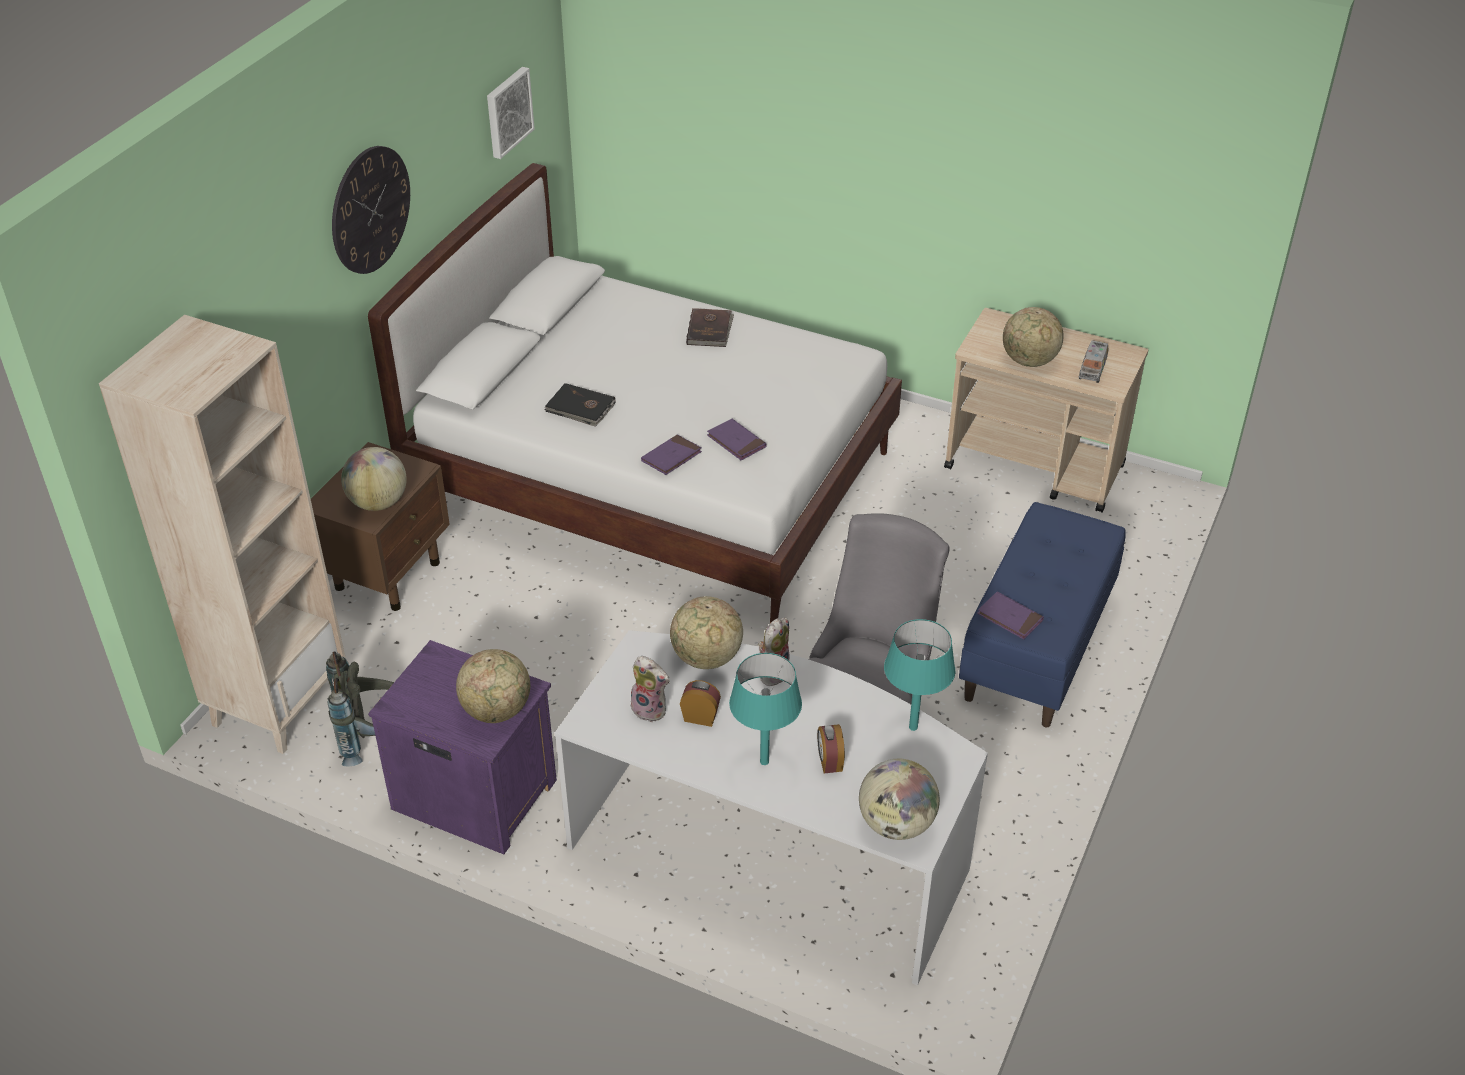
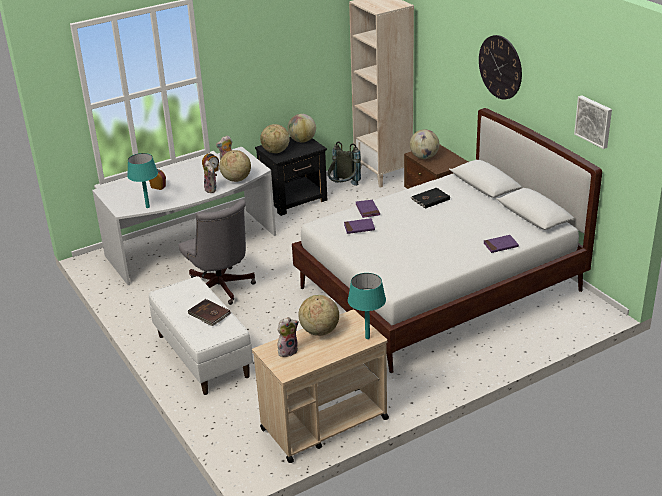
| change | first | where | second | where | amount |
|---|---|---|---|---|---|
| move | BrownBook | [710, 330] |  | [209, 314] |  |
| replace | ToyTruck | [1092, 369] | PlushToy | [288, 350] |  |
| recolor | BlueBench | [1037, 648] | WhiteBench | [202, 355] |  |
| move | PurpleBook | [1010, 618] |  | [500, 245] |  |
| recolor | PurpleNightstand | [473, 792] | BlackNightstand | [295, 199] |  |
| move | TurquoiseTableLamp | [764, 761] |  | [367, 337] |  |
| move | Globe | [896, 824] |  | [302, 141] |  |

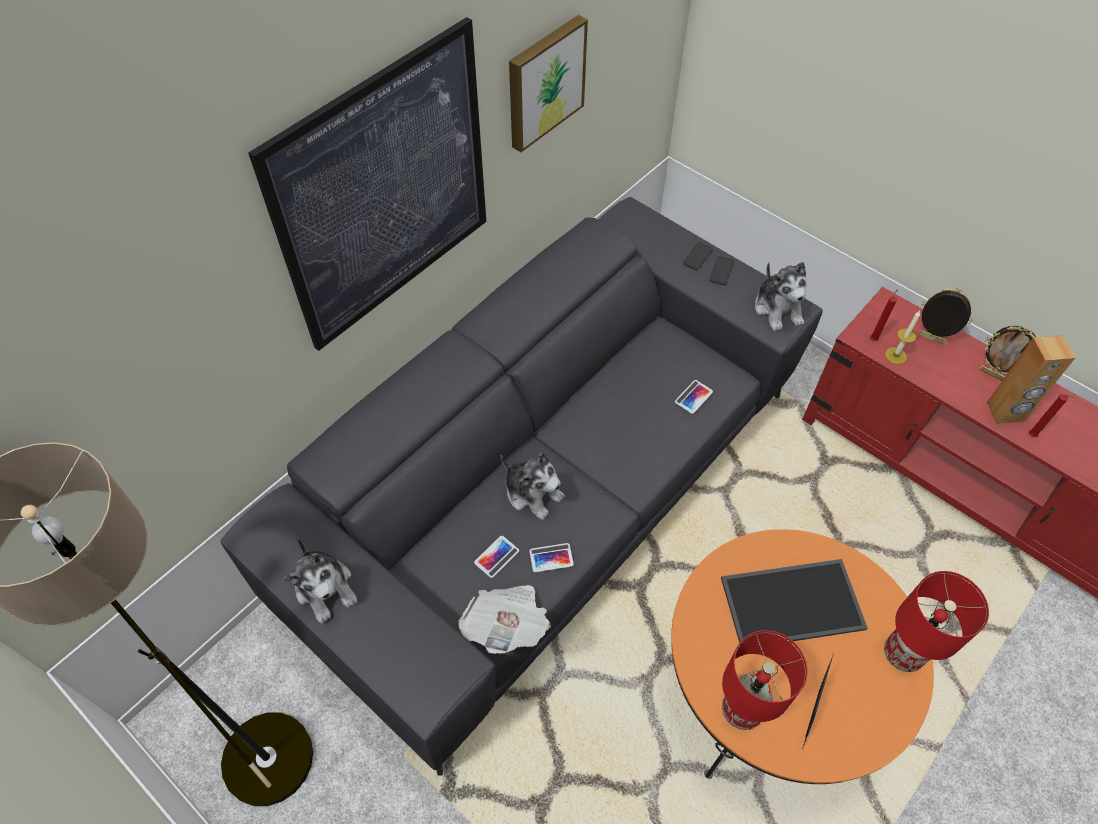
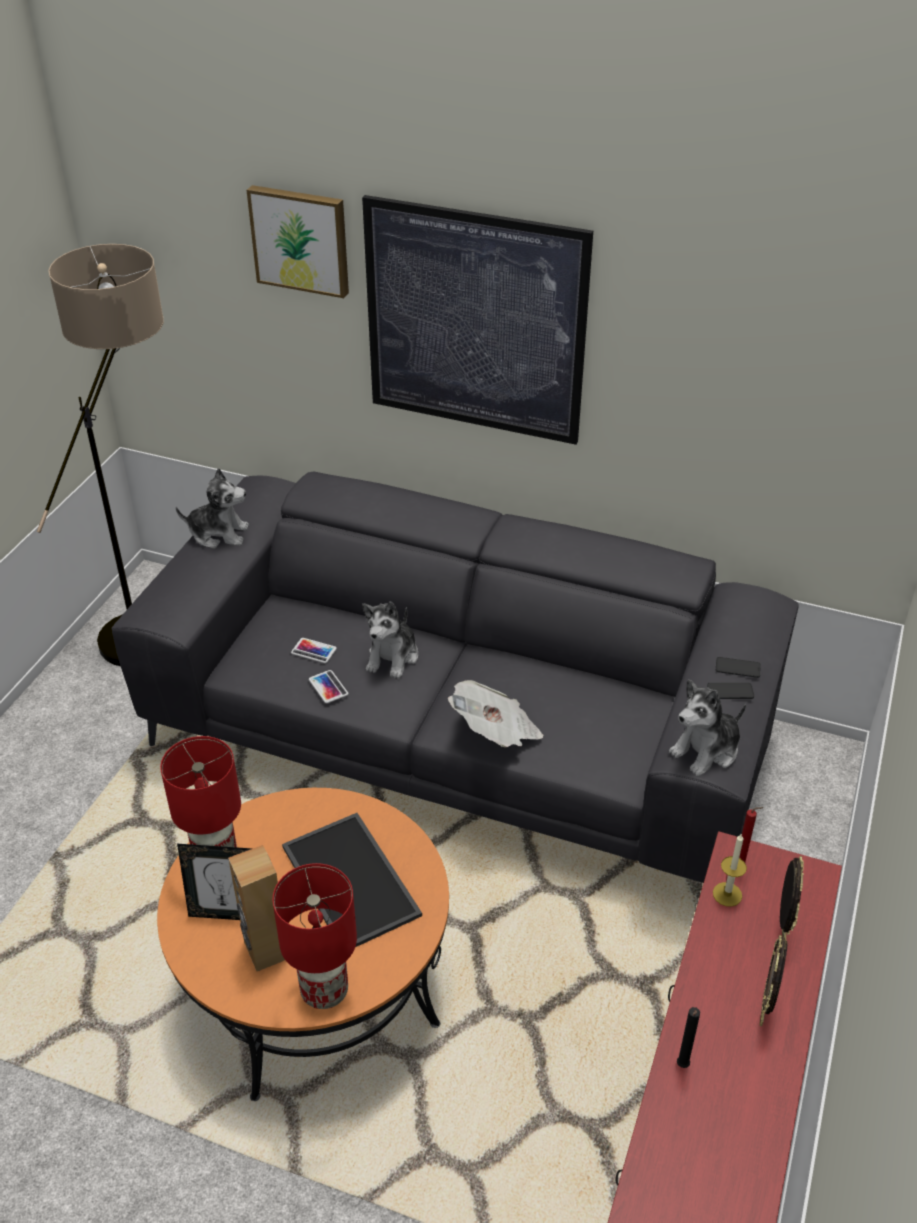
| change | first | where | second | where | amount |
|---|---|---|---|---|---|
| move | Picture | [544, 82] |  | [301, 239] |  |
| move | BrownSpeaker | [1005, 412] |  | [266, 950] |  |
| delete | Phone | [693, 397] |  |  |  |
| recolor | RedCandle | [1033, 436] | BlackCandle | [681, 1066] |  |
| rotate | PlushToy | [325, 588] |  | [219, 534] | 120 degrees counterclockwise |
| move | Newspaper | [507, 625] |  | [496, 732] |  |

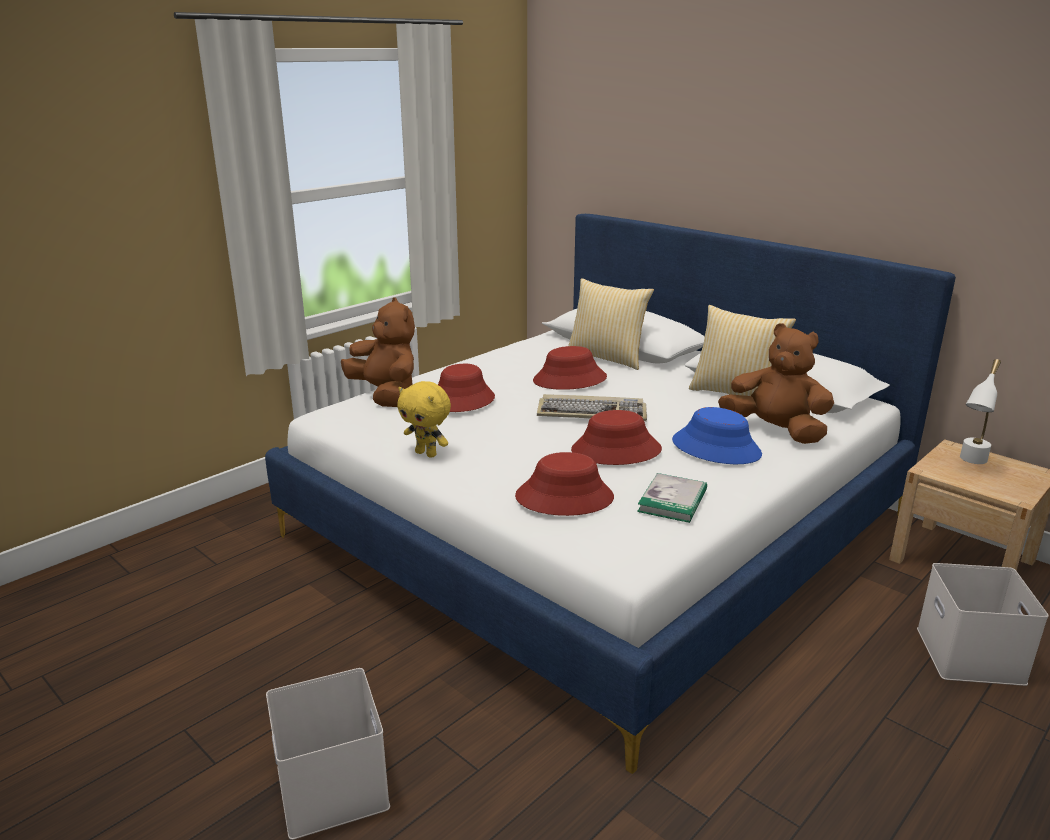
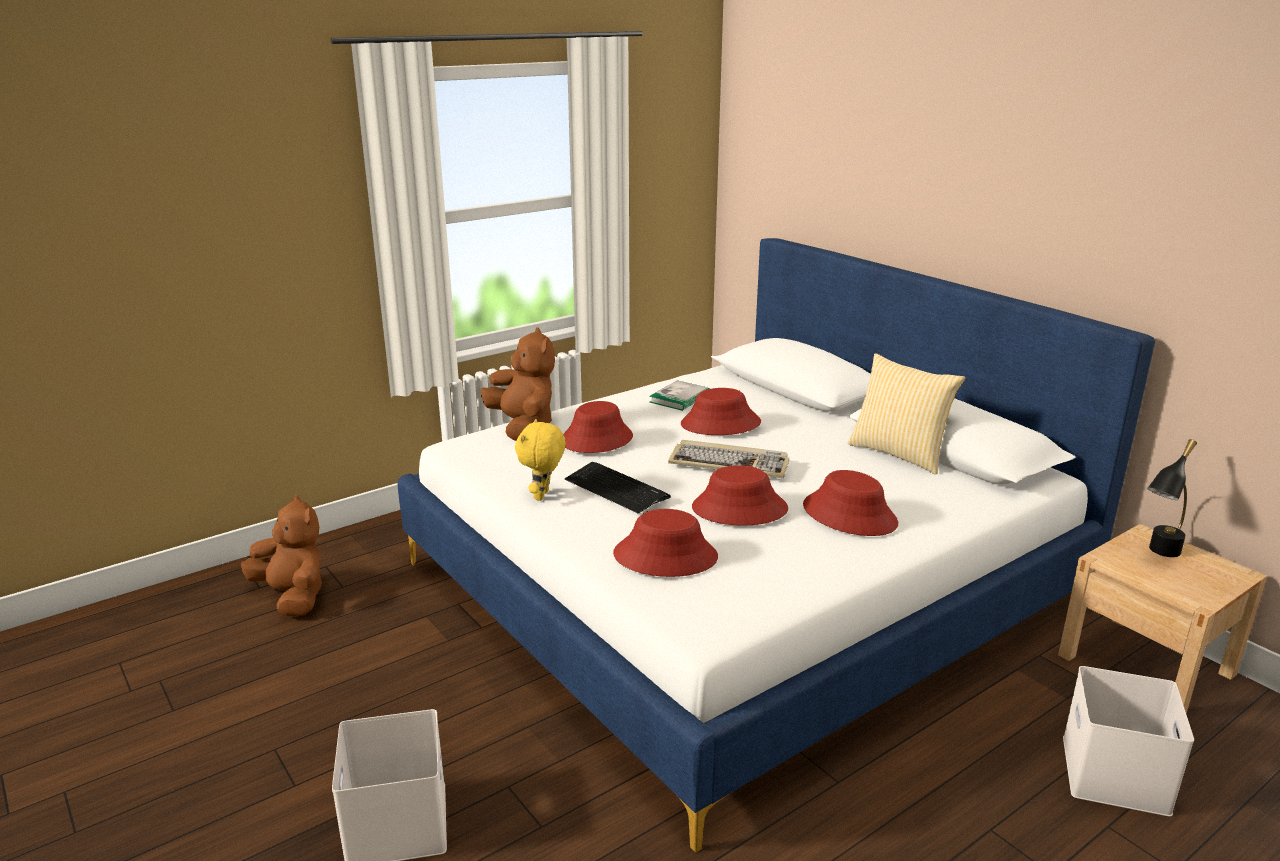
| change | first | where | second | where | amount |
|---|---|---|---|---|---|
| delete | Pillow | [607, 358] |  |  |  |
| move | BrownPlushToy | [775, 431] |  | [293, 597] |  |
| recolor | WhiteTableLamp | [970, 463] | BlackTableLamp | [1159, 555] |  |
| rotate | YellowPlushToy | [427, 454] |  | [543, 496] | 60 degrees clockwise |
| recolor | BlueHat | [716, 448] | RedHat | [850, 515] |  |
| move | Book | [672, 501] |  | [679, 398] |  |
| insert |  |  | Keyboard | [616, 488] |  |

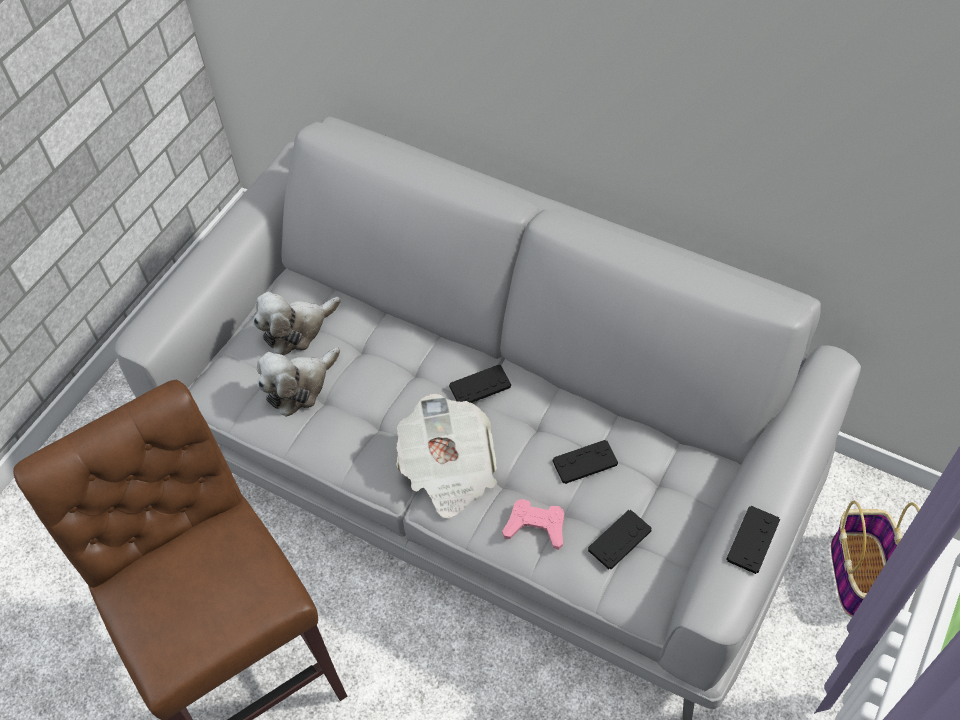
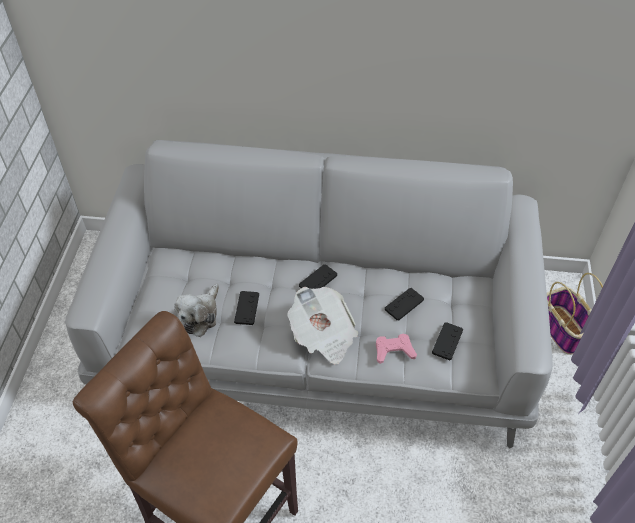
| change | first | where | second | where | amount |
|---|---|---|---|---|---|
| delete | PlushToy | [297, 329] |  |  |  |
| move | BlackGameController | [753, 540] |  | [247, 308] |  |

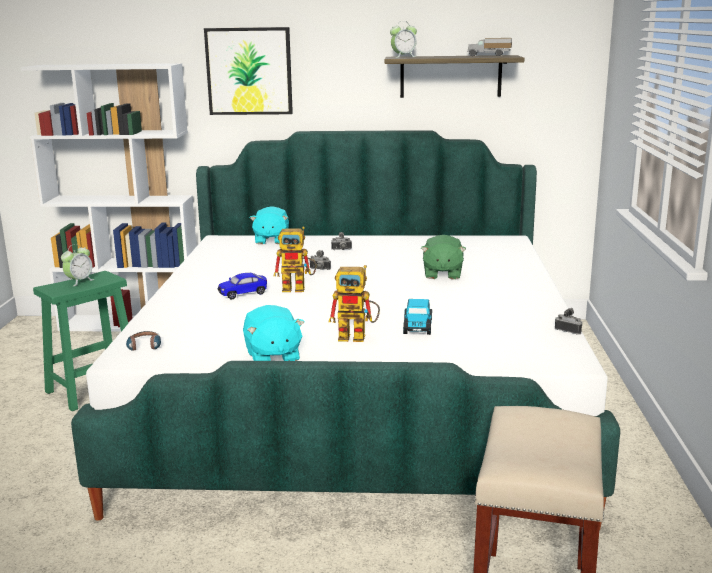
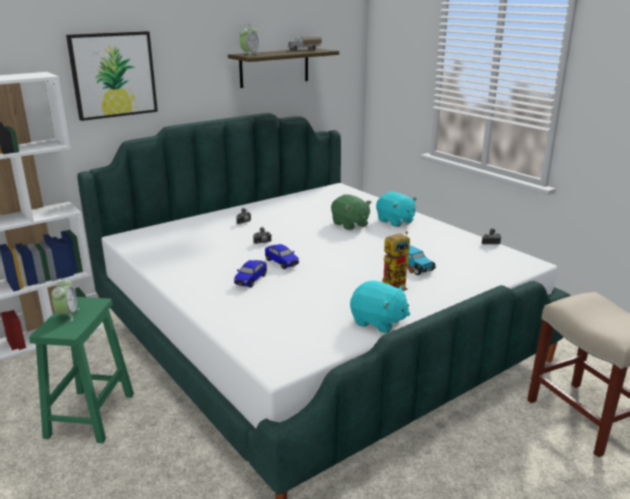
| change | first | where | second | where | amount |
|---|---|---|---|---|---|
| move | TurquoisePlushToy | [271, 240] |  | [395, 221] |  |
| replace | ToyRobot | [299, 288] | ToyCar | [281, 263] |  |
| delete | Headphones | [144, 348] |  |  |  |

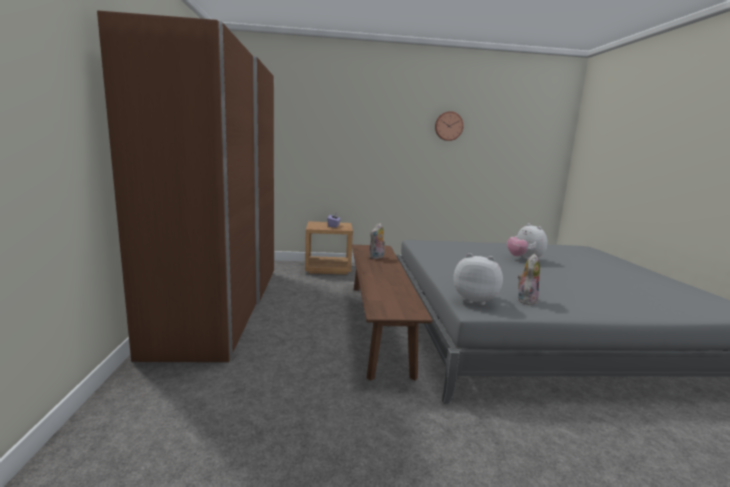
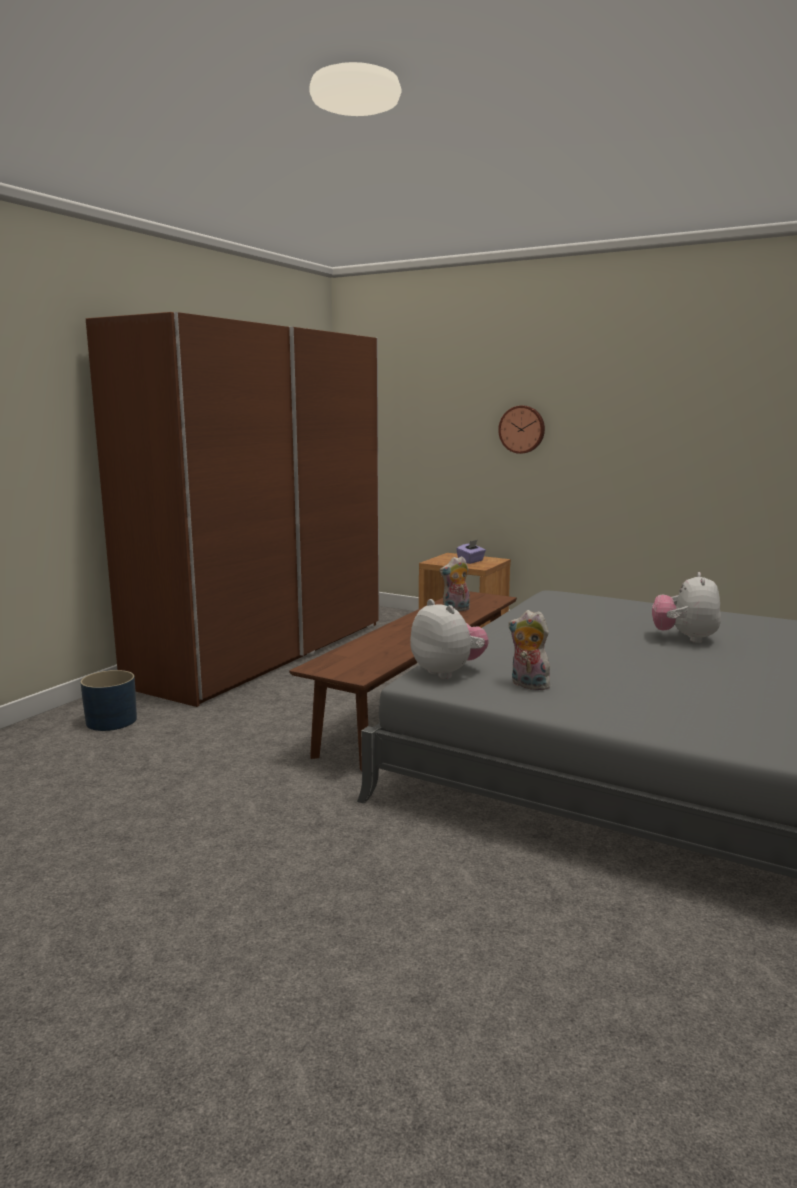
| change | first | where | second | where | amount |
|---|---|---|---|---|---|
| move | WallClock | [448, 126] |  | [522, 429] |  |
| rotate | PlushToy | [525, 300] |  | [527, 685] | 120 degrees counterclockwise |
| insert |  |  | BluePlanter | [112, 721] |  |

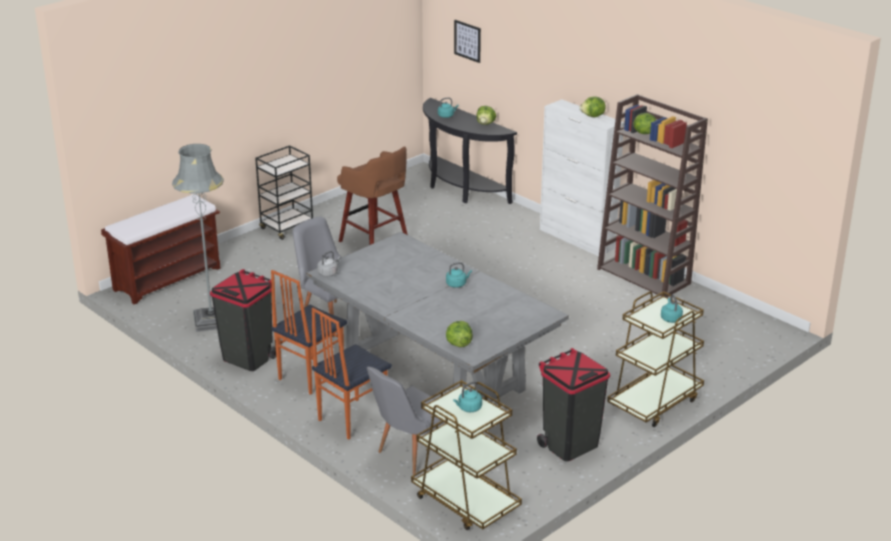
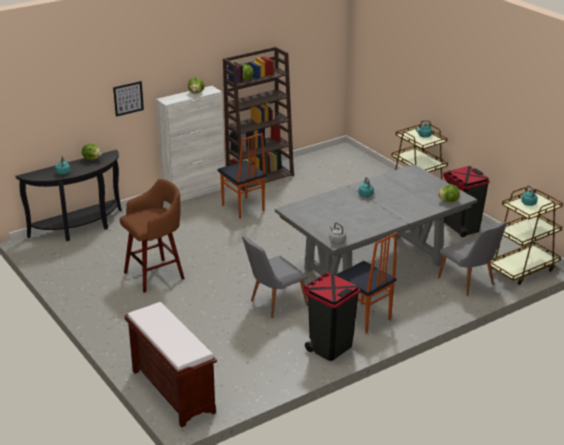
| change | first | where | second | where | amount |
|---|---|---|---|---|---|
| move | Picture | [467, 41] |  | [128, 98] |  |
| delete | GreyFloorLamp | [211, 321] |  |  |  |
| delete | BlackCart | [287, 228] |  |  |  |
| move | Chair | [351, 418] |  | [242, 208] |  |

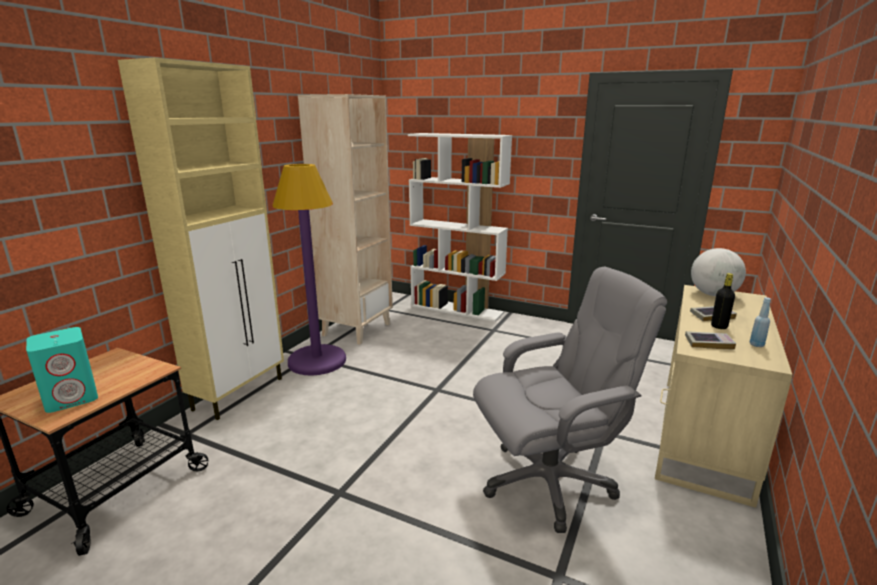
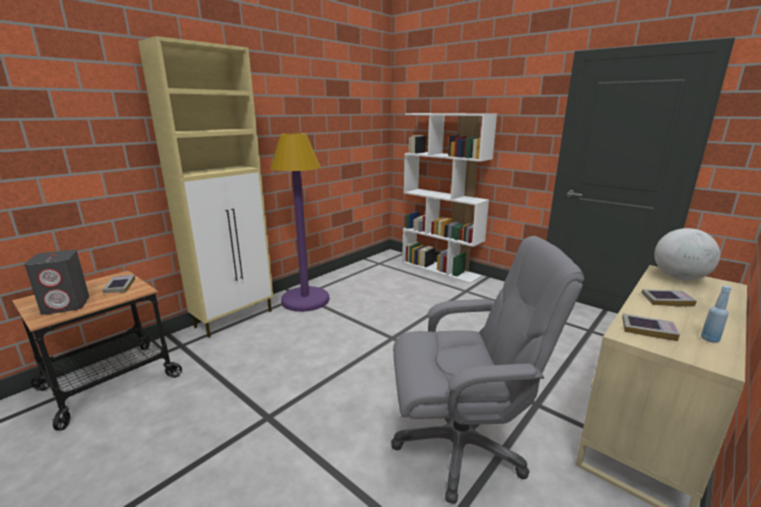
| change | first | where | second | where | amount |
|---|---|---|---|---|---|
| delete | BeigeBookcase | [356, 329] |  |  |  |
| delete | BlackBottle | [719, 326] |  |  |  |
| recolor | TurquoiseSpeaker | [72, 398] | GreySpeaker | [67, 305] |  |
| insert |  |  | Book | [120, 286] |  |

